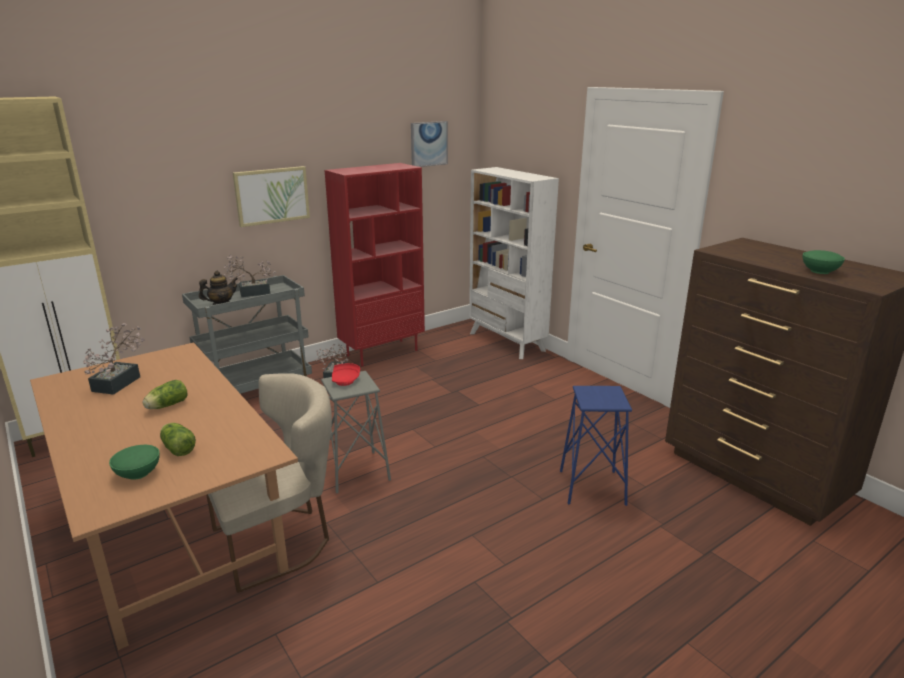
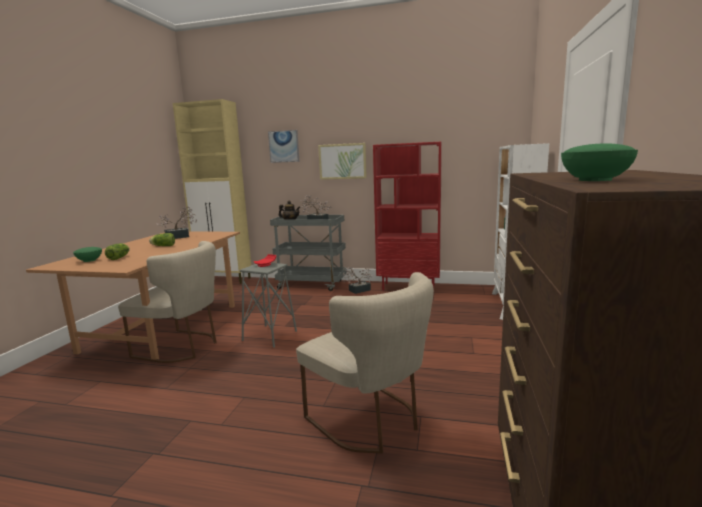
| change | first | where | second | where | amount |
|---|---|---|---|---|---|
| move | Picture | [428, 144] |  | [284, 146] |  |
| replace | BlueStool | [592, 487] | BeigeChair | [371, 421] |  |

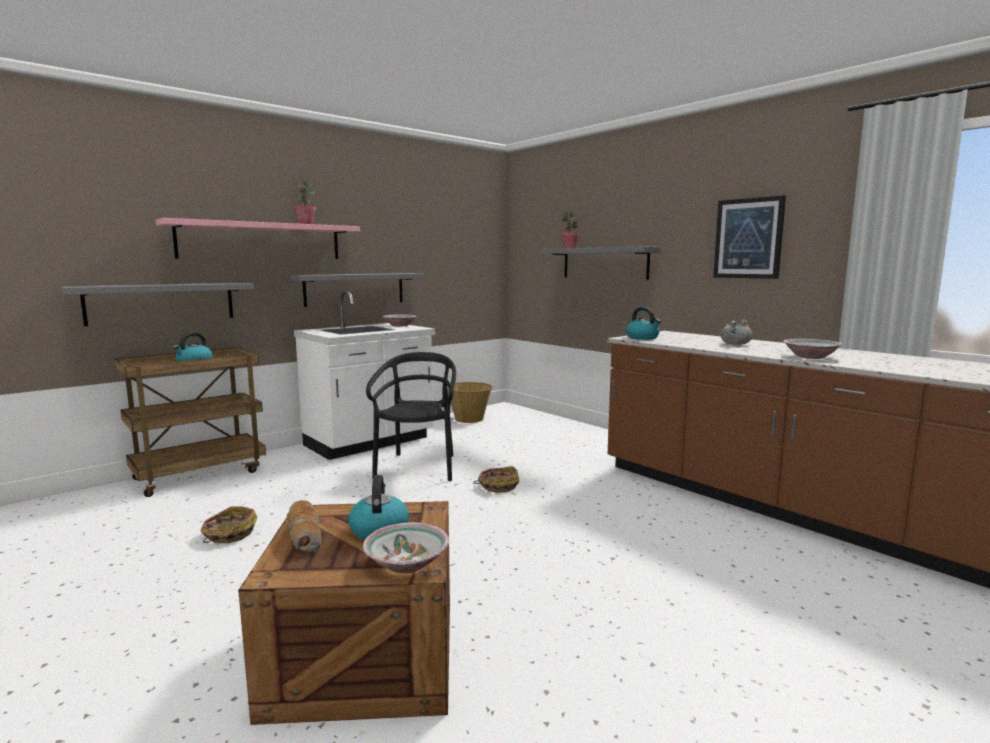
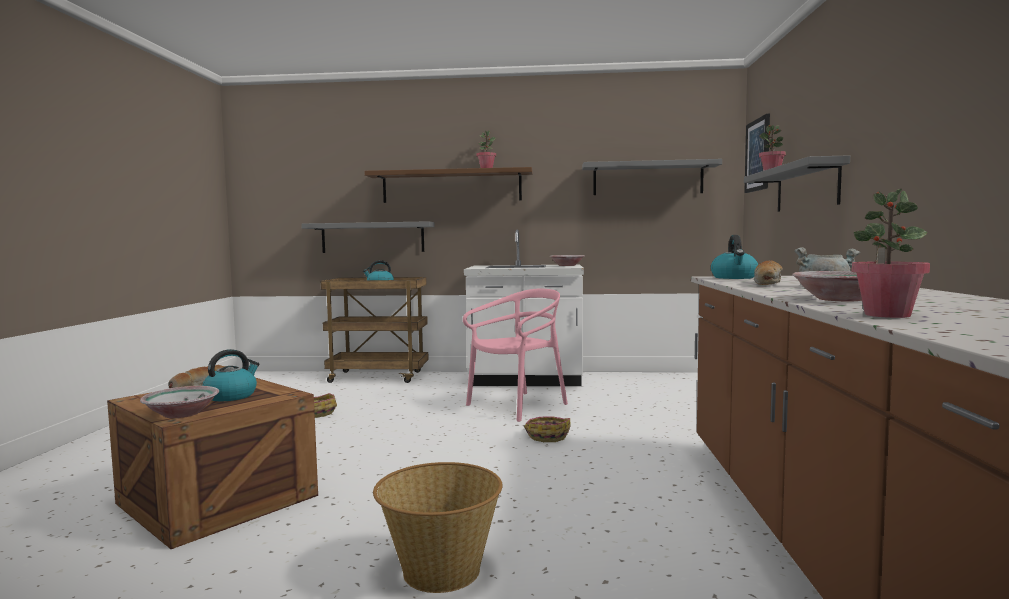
| change | first | where | second | where | amount |
|---|---|---|---|---|---|
| move | Picture | [748, 238] |  | [758, 155] |  |
| recolor | PinkShelf | [262, 241] | BrownShelf | [451, 186] |  |
| move | GreyShelf | [355, 289] |  | [647, 179] |  |
| recolor | BlackChair | [418, 467] | PinkChair | [518, 406] |  |
| move | Basket | [469, 419] |  | [440, 572] |  |
| insert |  |  | PottedPlant | [886, 315] |  |
| insert |  |  | Bread | [768, 283] |  |

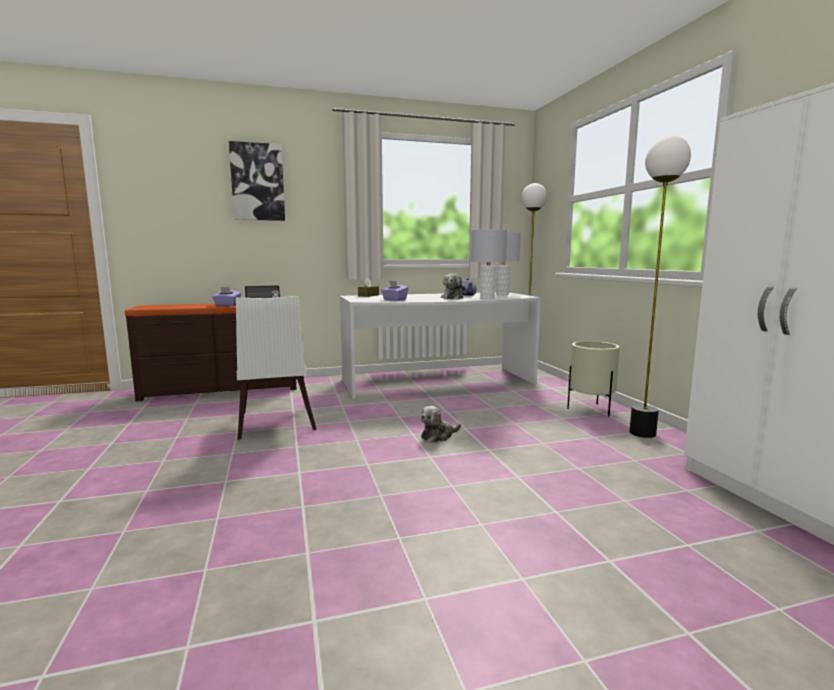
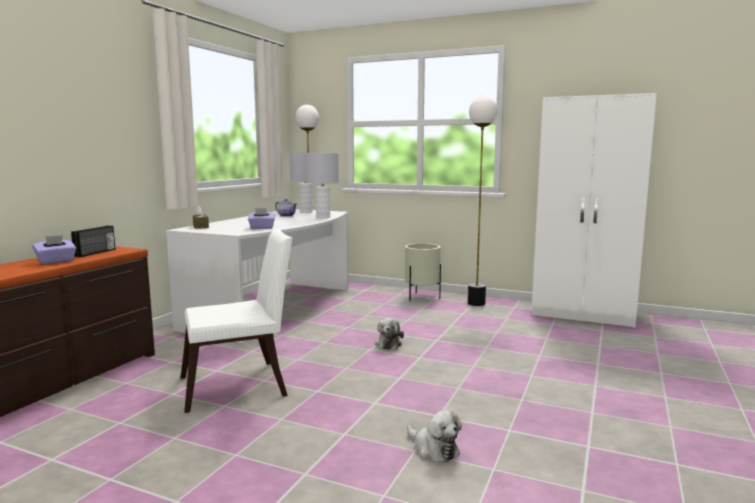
| change | first | where | second | where | amount |
|---|---|---|---|---|---|
| delete | Picture | [257, 182] |  |  |  |
| move | PlushToy | [452, 298] |  | [433, 449] |  |
| rotate | WhiteChair | [275, 424] |  | [241, 386] | 45 degrees counterclockwise |

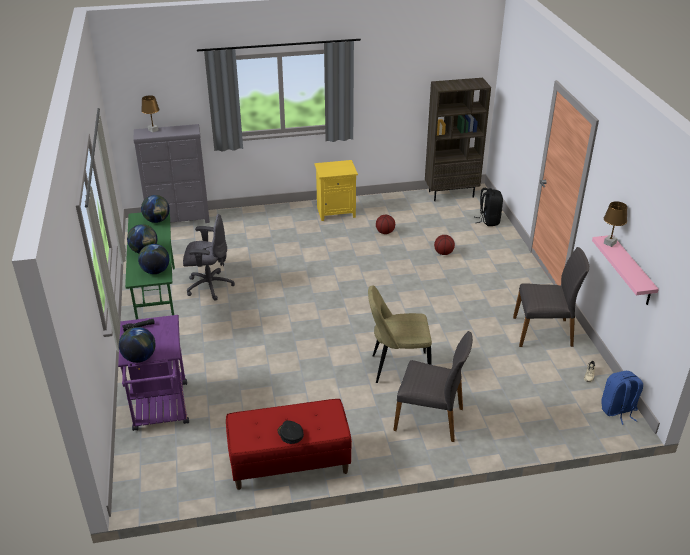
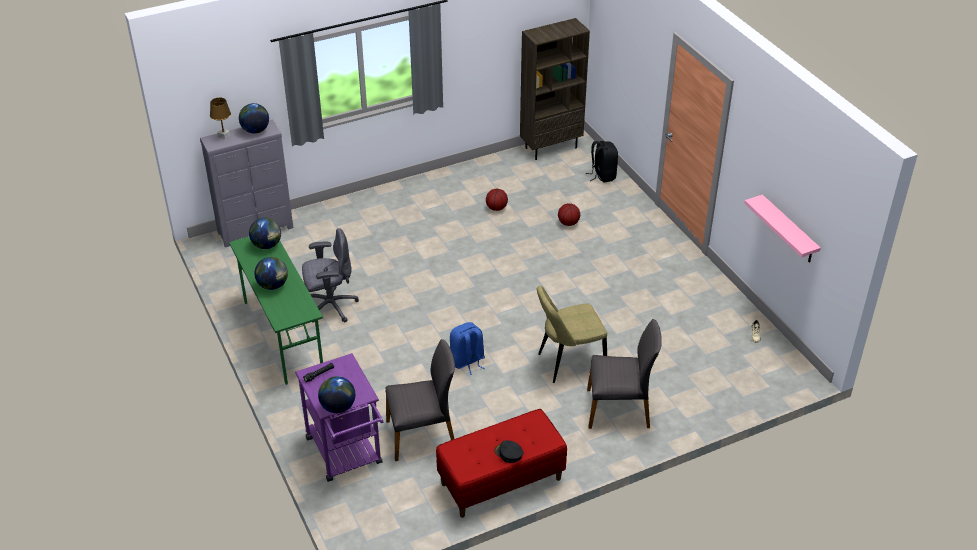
| change | first | where | second | where | amount |
|---|---|---|---|---|---|
| delete | YellowNightstand | [336, 212] |  |  |  |
| delete | BrownTableLamp | [609, 243] |  |  |  |
| move | Globe | [155, 271] |  | [255, 130] |  |
| move | GreyChair | [543, 332] |  | [422, 435] |  |
| move | BlueBackpack | [618, 411] |  | [467, 361] |  |

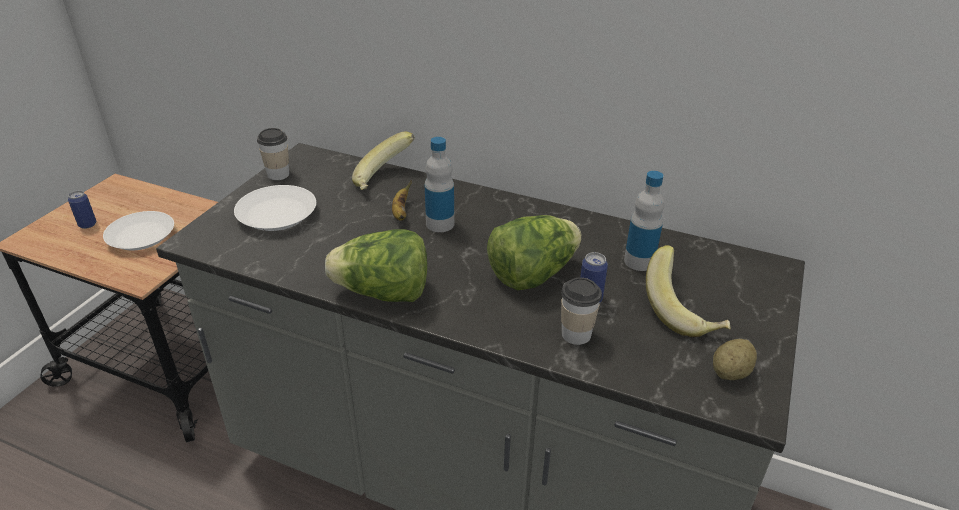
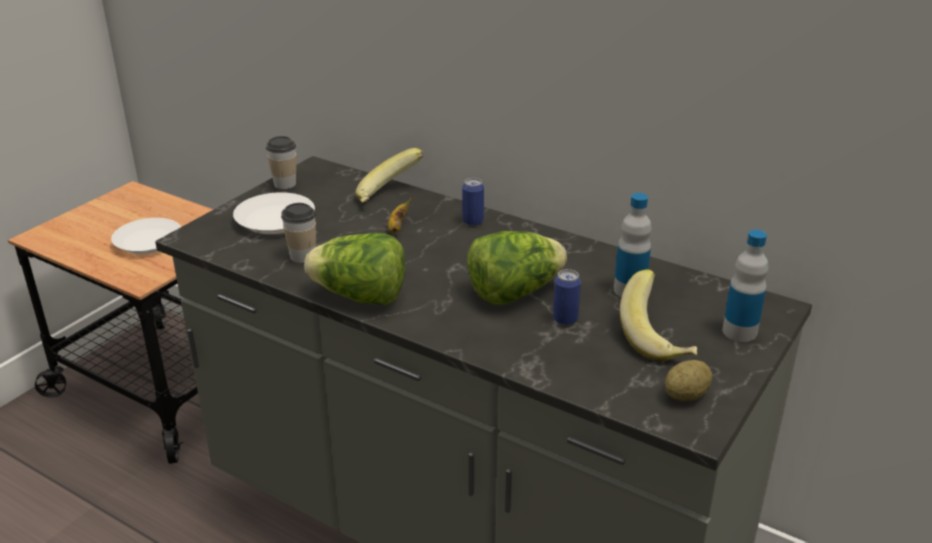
| change | first | where | second | where | amount |
|---|---|---|---|---|---|
| move | Bottle | [440, 224] |  | [739, 331] |  |
| move | Can | [87, 224] |  | [473, 221] |  |
| move | Cup | [576, 334] |  | [302, 256] |  |

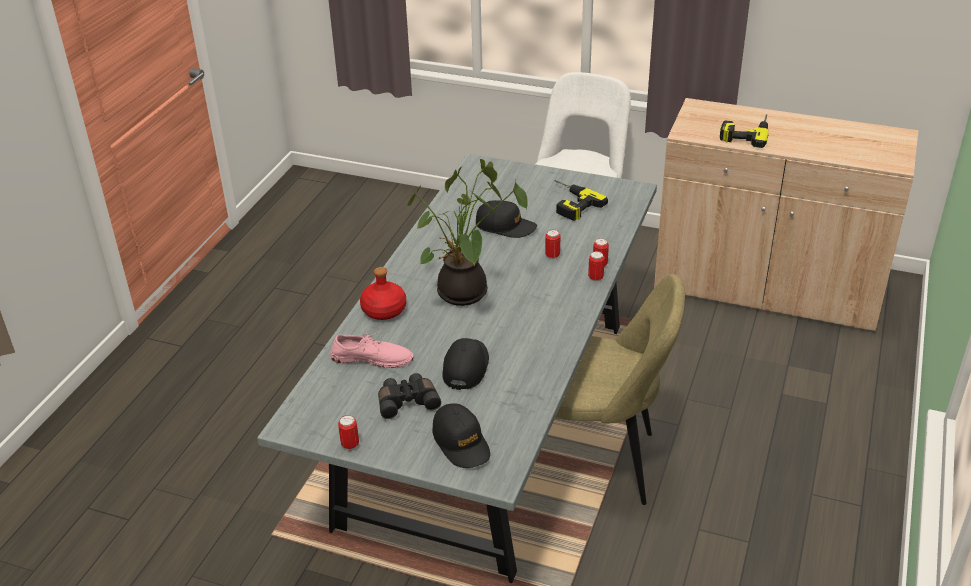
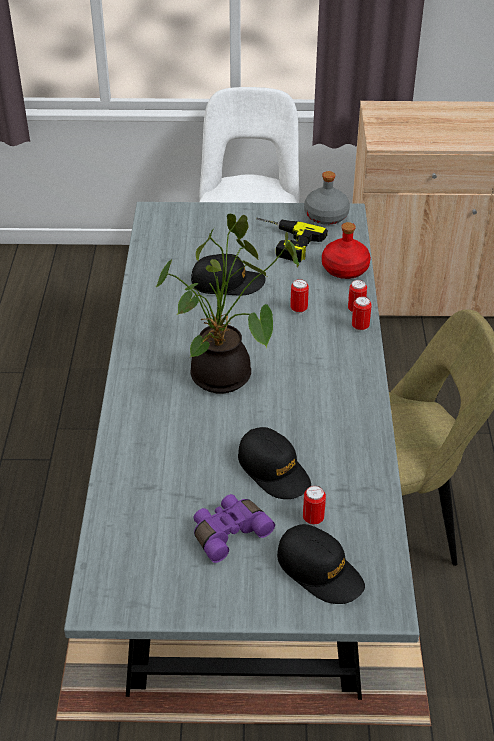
| change | first | where | second | where | amount |
|---|---|---|---|---|---|
| delete | PowerDrill | [745, 132] |  |  |  |
| move | RedBottle | [384, 310] |  | [345, 269] |  |
| delete | PinkShoe | [372, 357] |  |  |  |
| rotate | BlackCap | [466, 367] |  | [274, 470] | 150 degrees clockwise |
| recolor | BlackBinoculars | [407, 401] | PurpleBinoculars | [228, 532] |  |
| move | Can | [350, 445] |  | [313, 519] |  |
| insert |  |  | GreyBottle | [325, 216] |  |

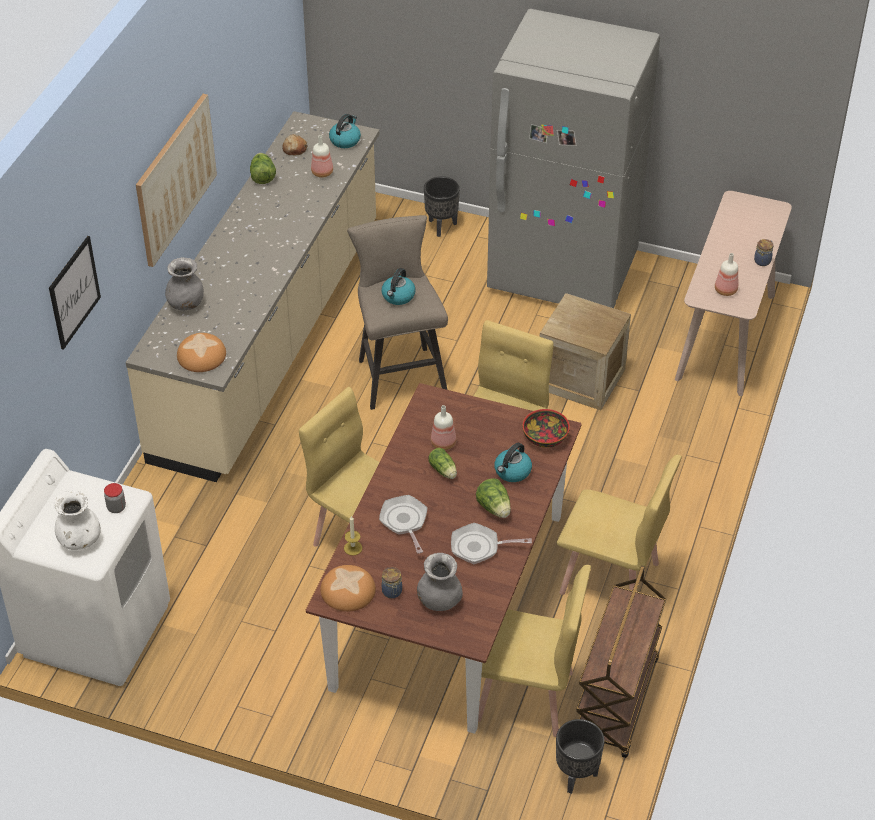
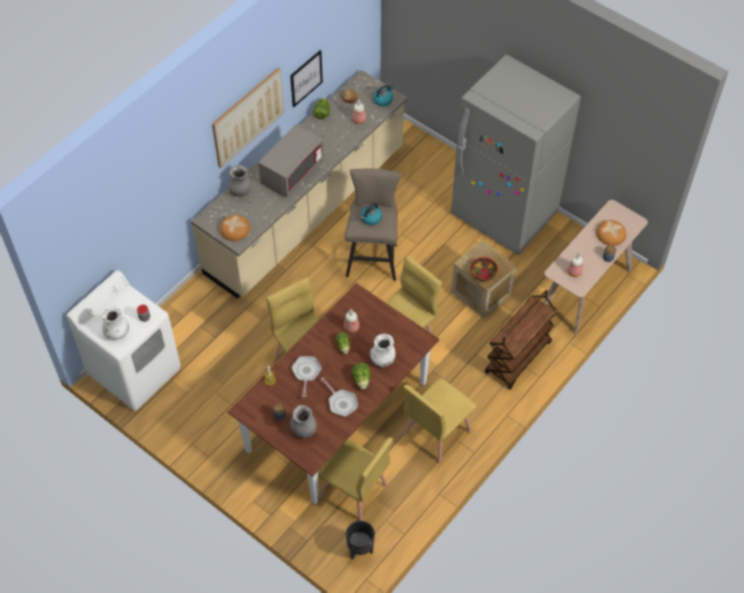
| change | first | where | second | where | amount |
|---|---|---|---|---|---|
| delete | BlackPlanter | [441, 226] |  |  |  |
| move | Picture | [74, 292] |  | [306, 78] |  |
| move | Bowl | [545, 438] |  | [483, 274] |  |
| replace | Kettle | [512, 472] | WhiteVase | [383, 359] |  |
| rotate | YellowChair | [610, 579] |  | [437, 433] | 90 degrees clockwise |
| rotate | FryingPan | [479, 547] |  | [341, 402] | 150 degrees counterclockwise |
| move | Bread | [348, 591] |  | [611, 234] |  |
| move | BrownCart | [616, 702] |  | [518, 358] |  |
| insert |  |  | GreyMicrowave | [292, 173] |  |

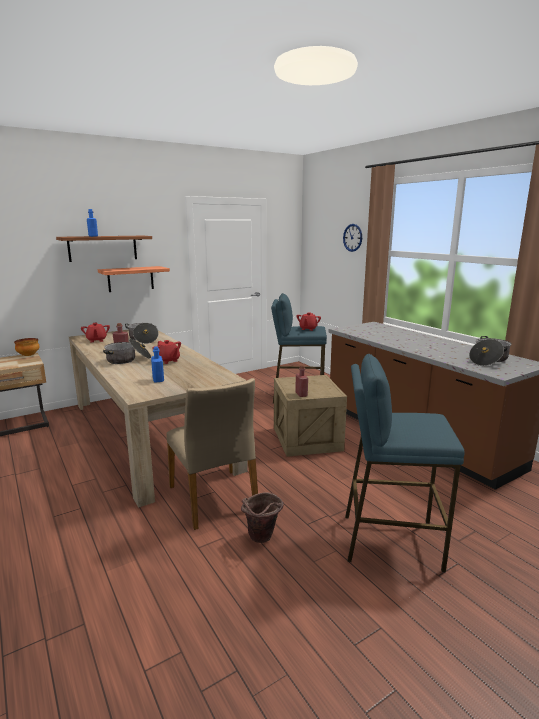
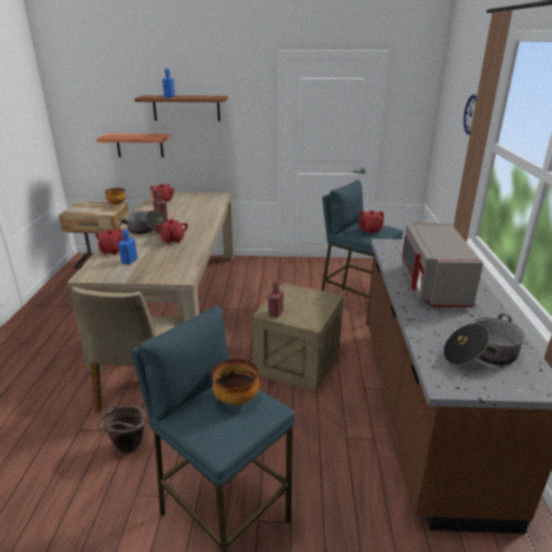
| change | first | where | second | where | amount |
|---|---|---|---|---|---|
| move | Shelf | [130, 279] |  | [139, 145] |  |
| delete | CookingPot | [143, 339] |  |  |  |
| insert |  |  | GreyMicrowave | [432, 285] |  |
| insert |  |  | RedTeapot | [112, 251] |  |
| insert |  |  | Bowl | [236, 399] |  |

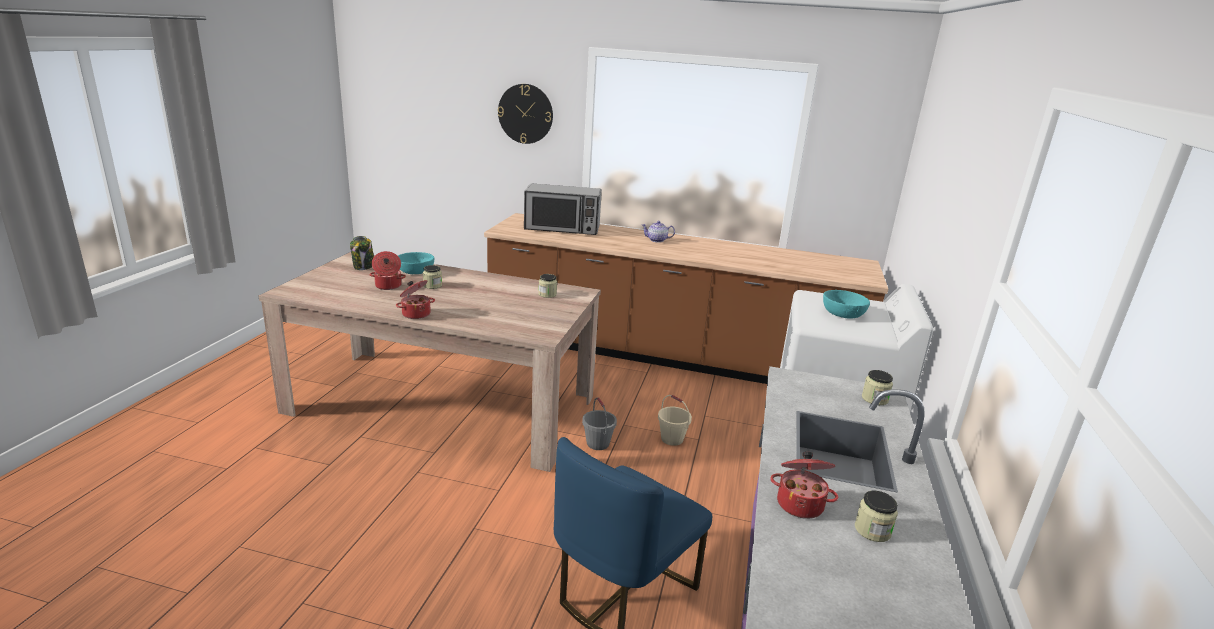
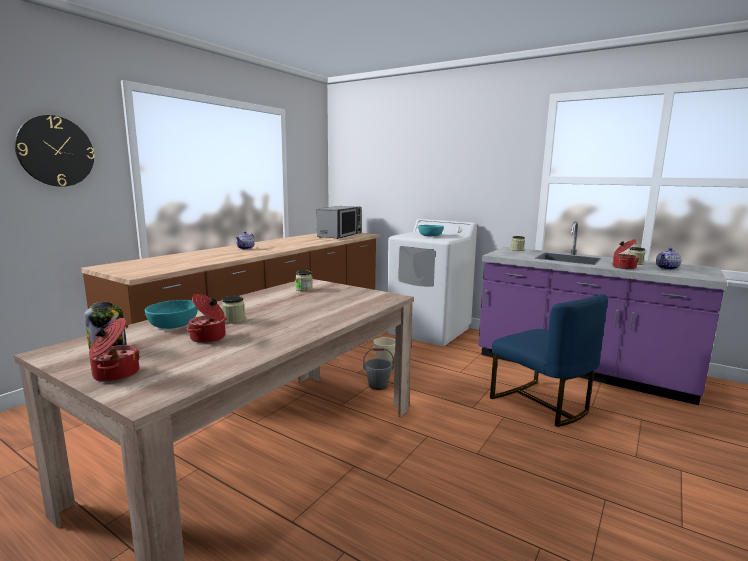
| change | first | where | second | where | amount |
|---|---|---|---|---|---|
| move | Microwave | [562, 228] |  | [340, 235] |  |
| move | CookingPot | [416, 314] |  | [115, 374] |  |
| insert |  |  | Teapot | [667, 268] |  |

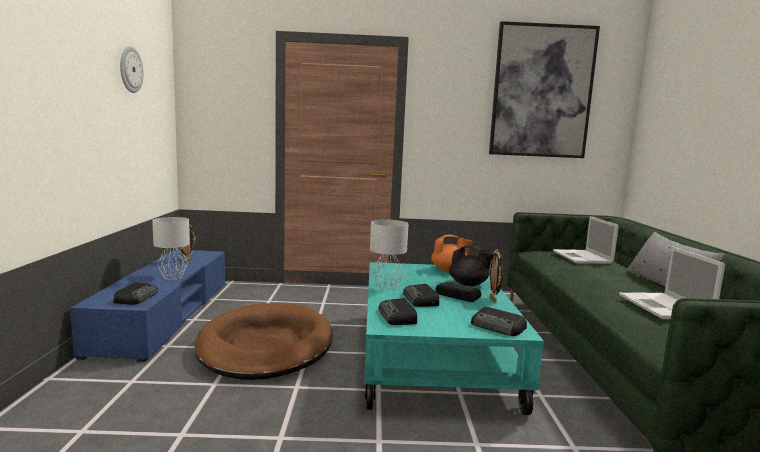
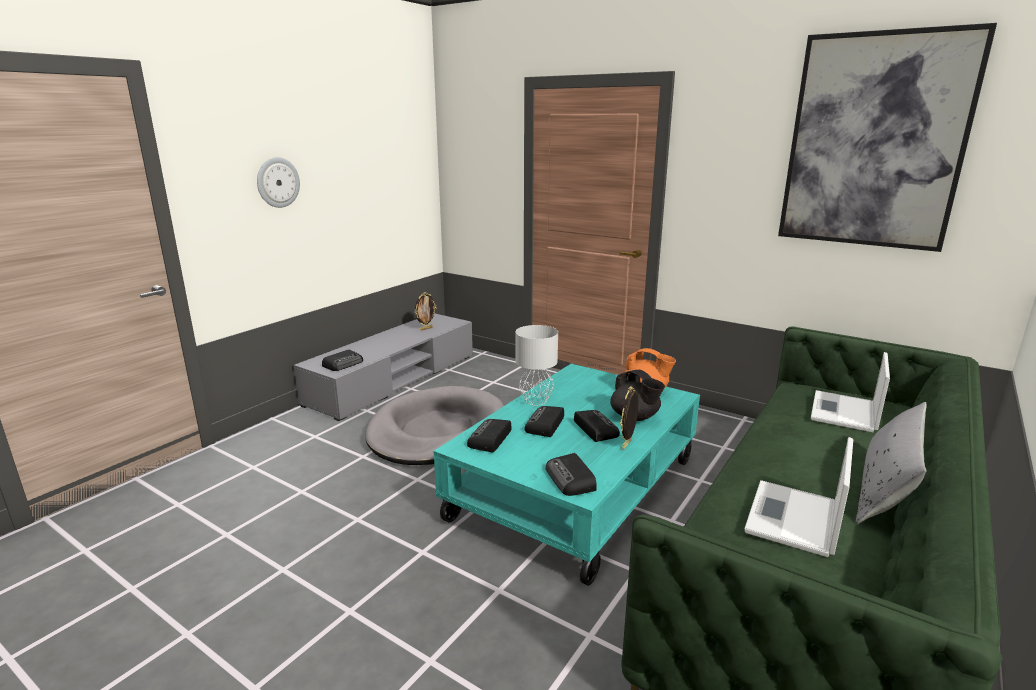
| change | first | where | second | where | amount |
|---|---|---|---|---|---|
| move | WallClock | [130, 69] |  | [277, 182] |  |
| delete | GreyTableLamp | [173, 277] |  |  |  |
| recolor | BlueTvStand | [165, 315] | GreyTvStand | [394, 379] |  |
| recolor | BrownDogBed | [266, 346] | GreyDogBed | [437, 431] |  |

